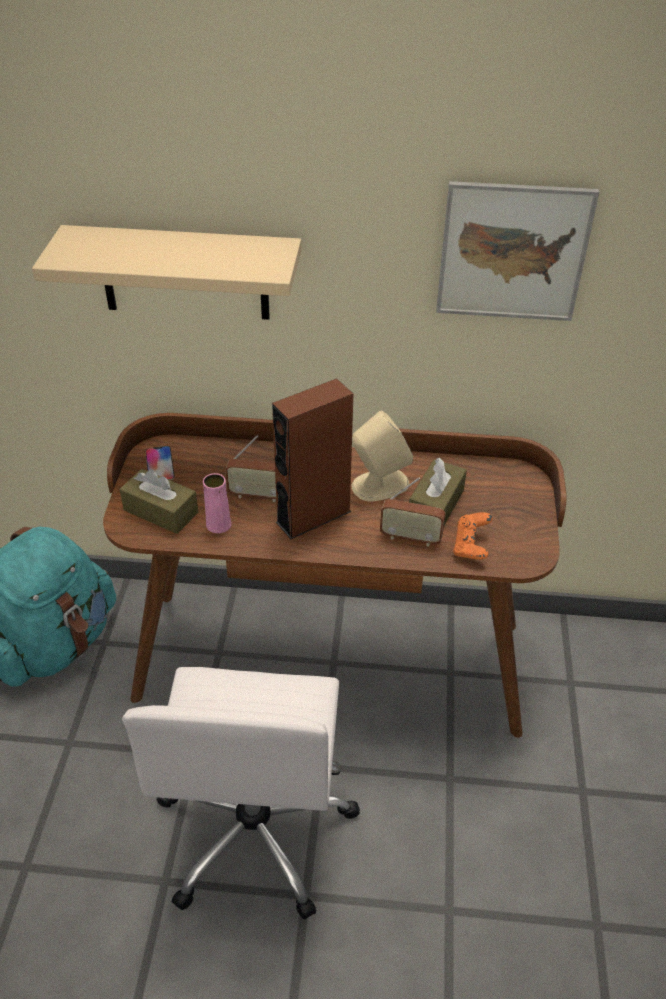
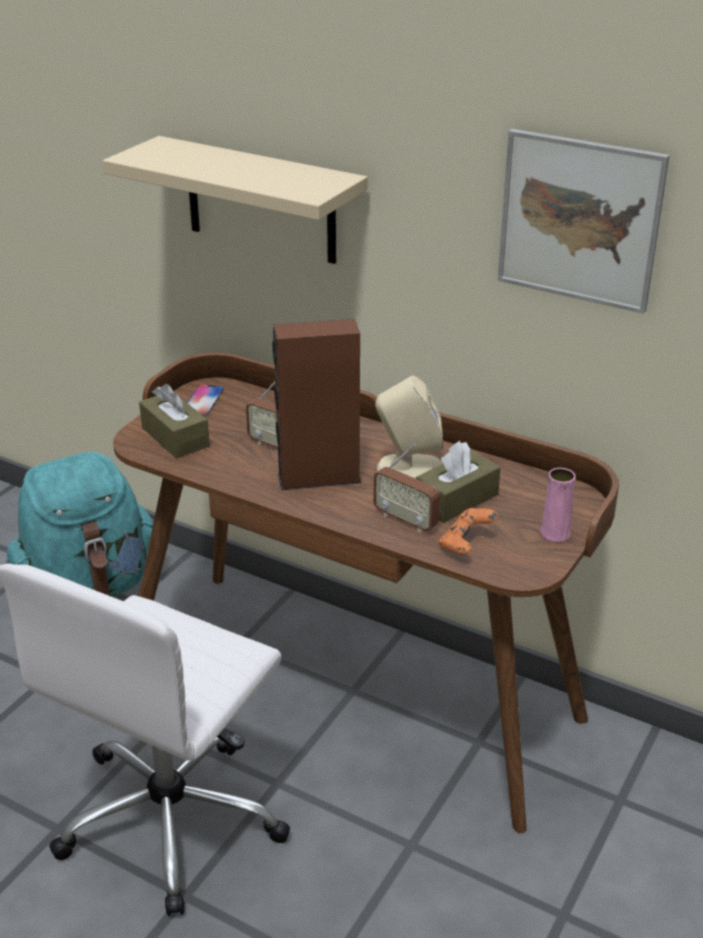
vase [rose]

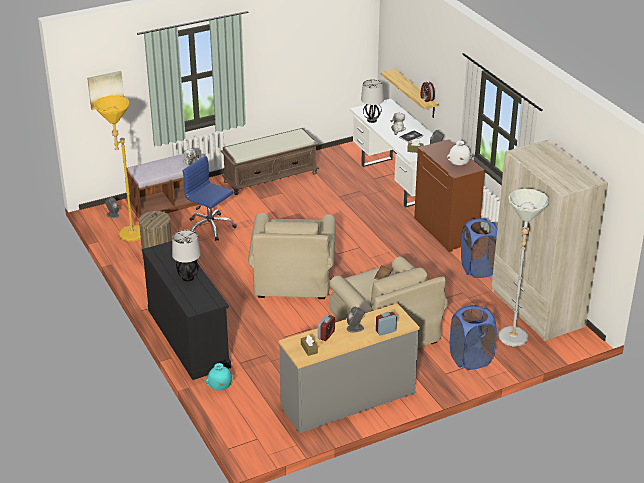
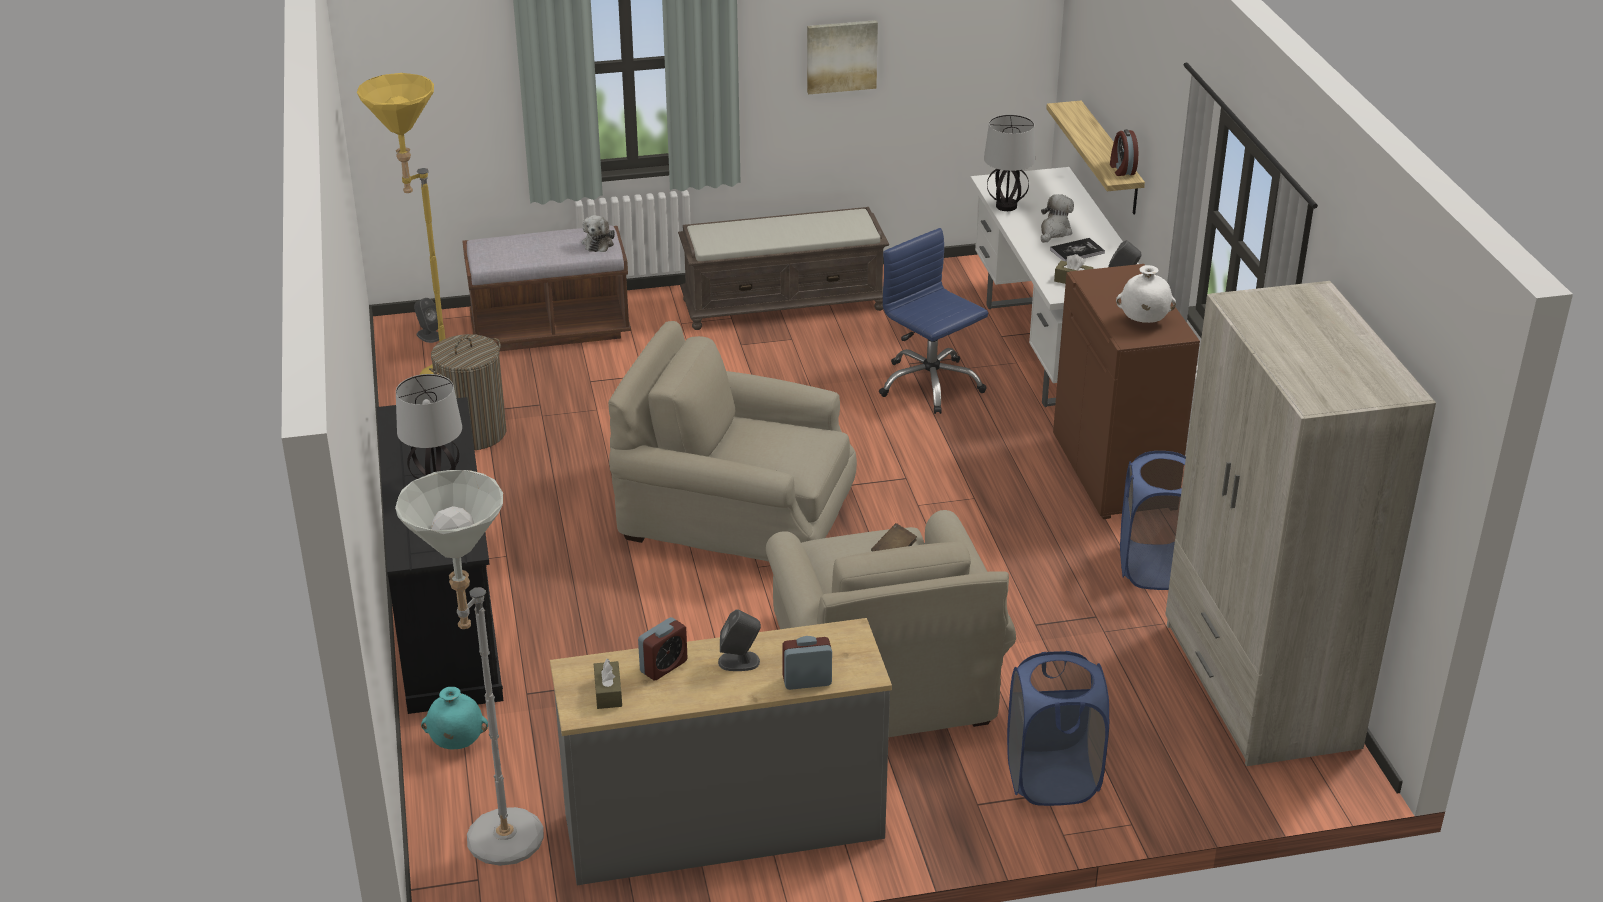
tableau; chaise de bureau [bleu]; lampadaire [gris]; fauteuil [beige] (no. 1 from left)

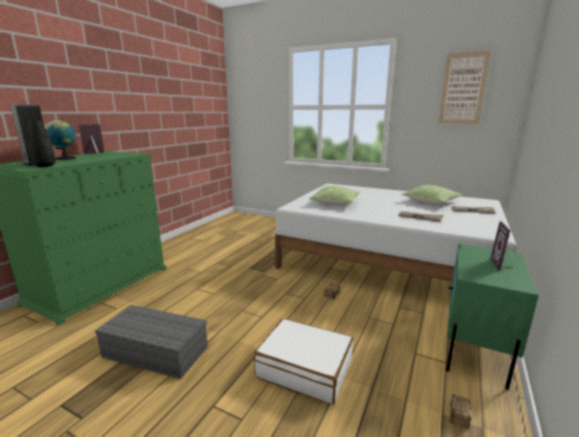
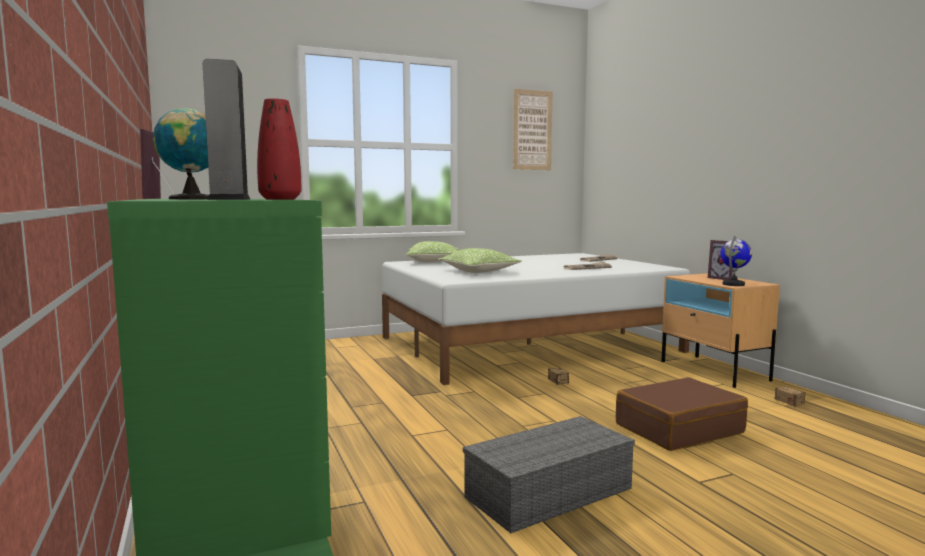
vase [rouge]; coussin (no. 1 from left); table de chevet [beige]; valise [marron]; globe (no. 2 from left)

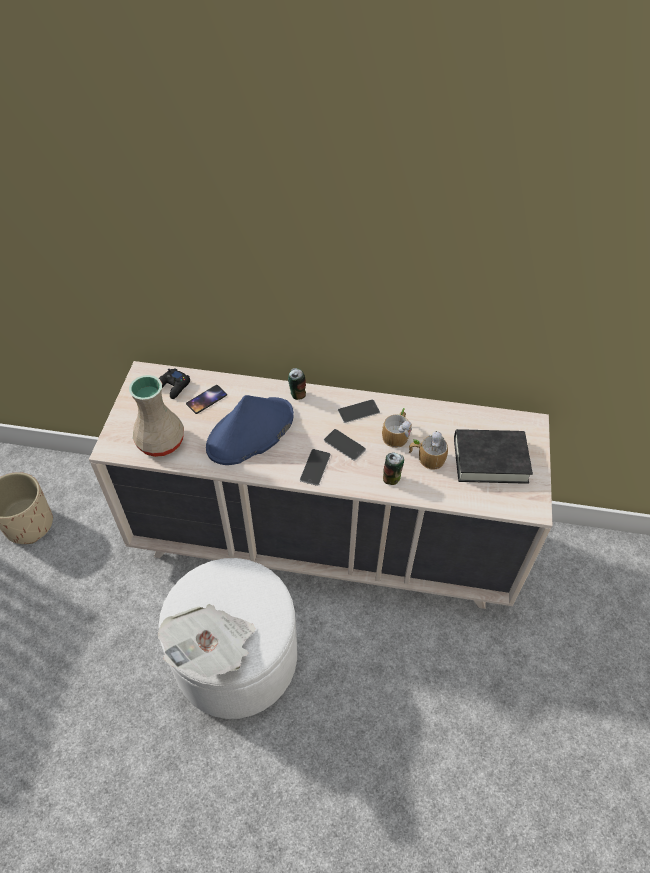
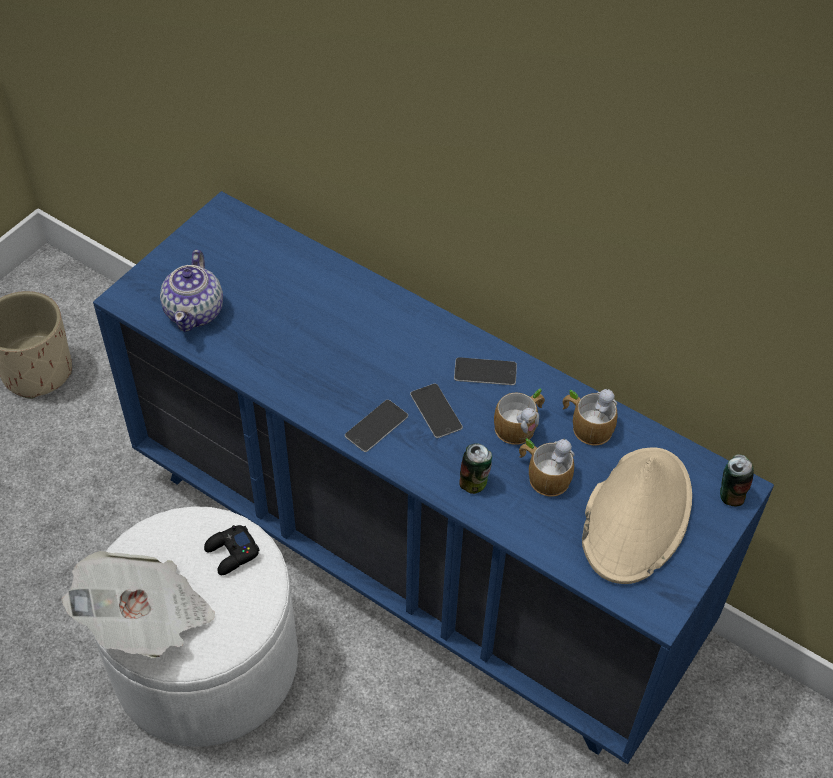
commode [bleu]; manette [noir]; boîte métallique (no. 2 from left); théière; téléphone (no. 1 from left in the first image); chapeau [bleu]; chapeau [beige]; mug (no. 3 from left)

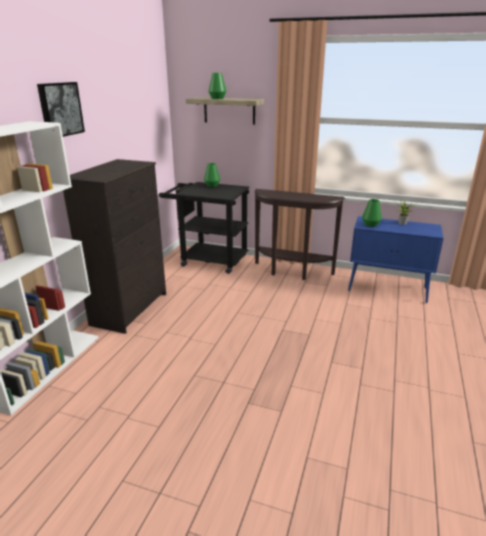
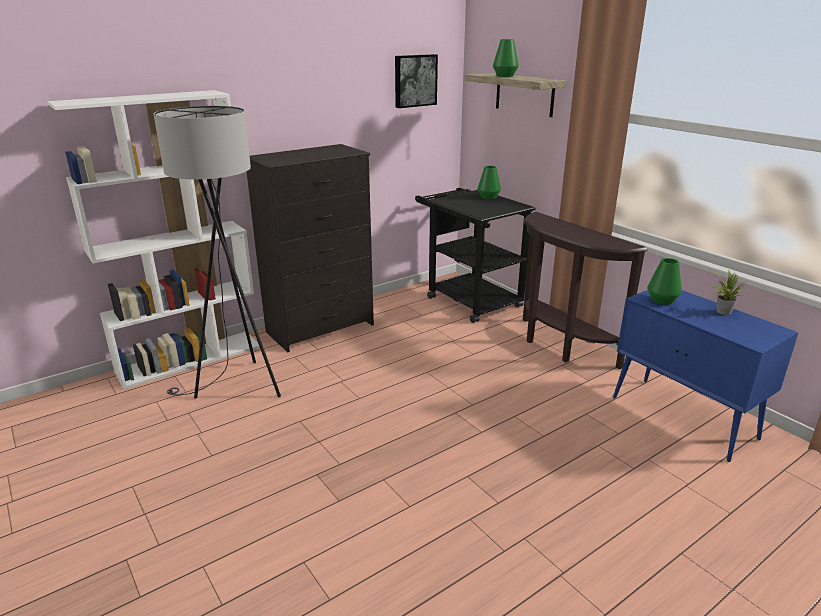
tableau; lampadaire [gris]

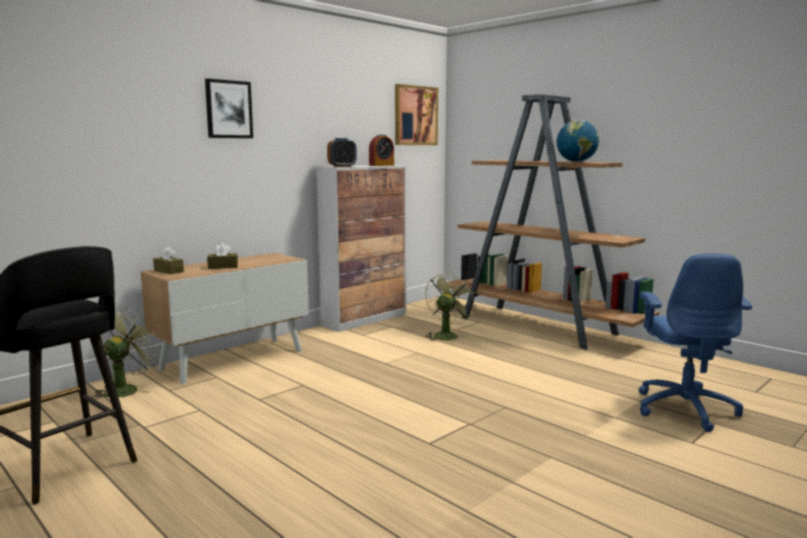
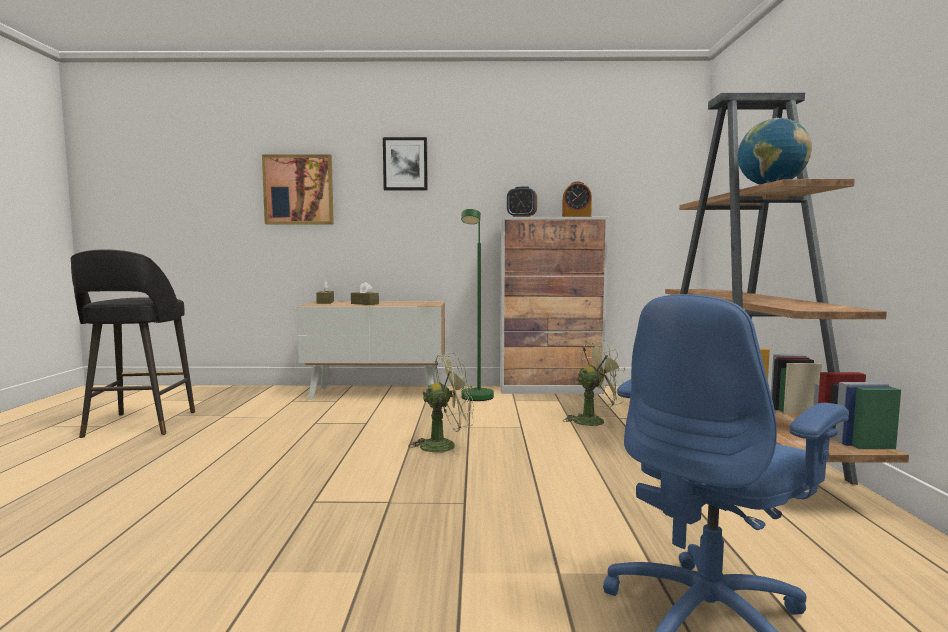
tableau (no. 1 from left); ventilateur [vert] (no. 1 from left); lampadaire [vert]

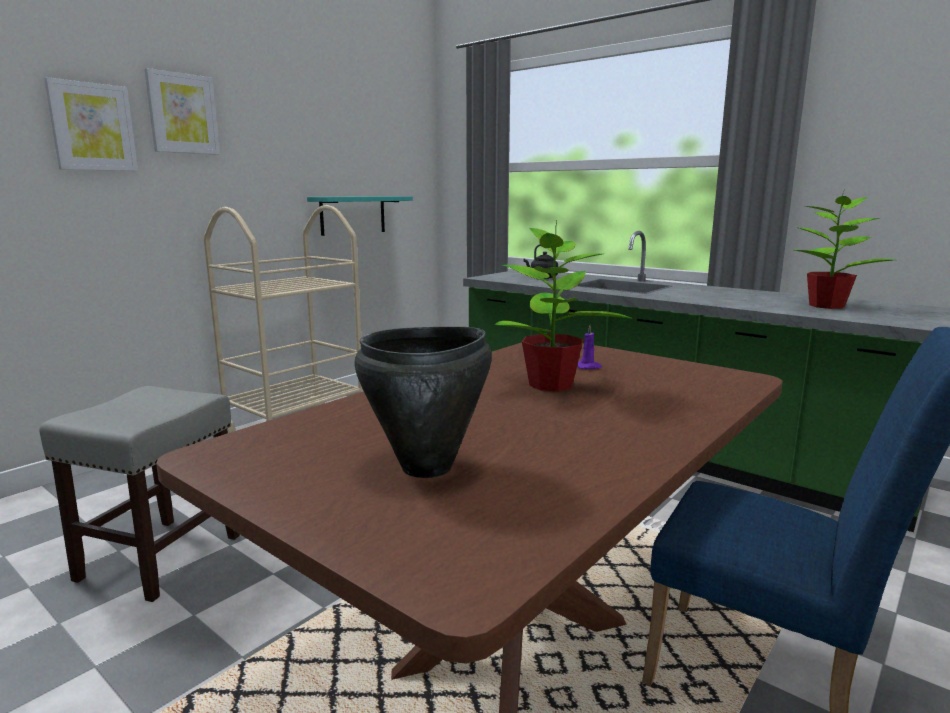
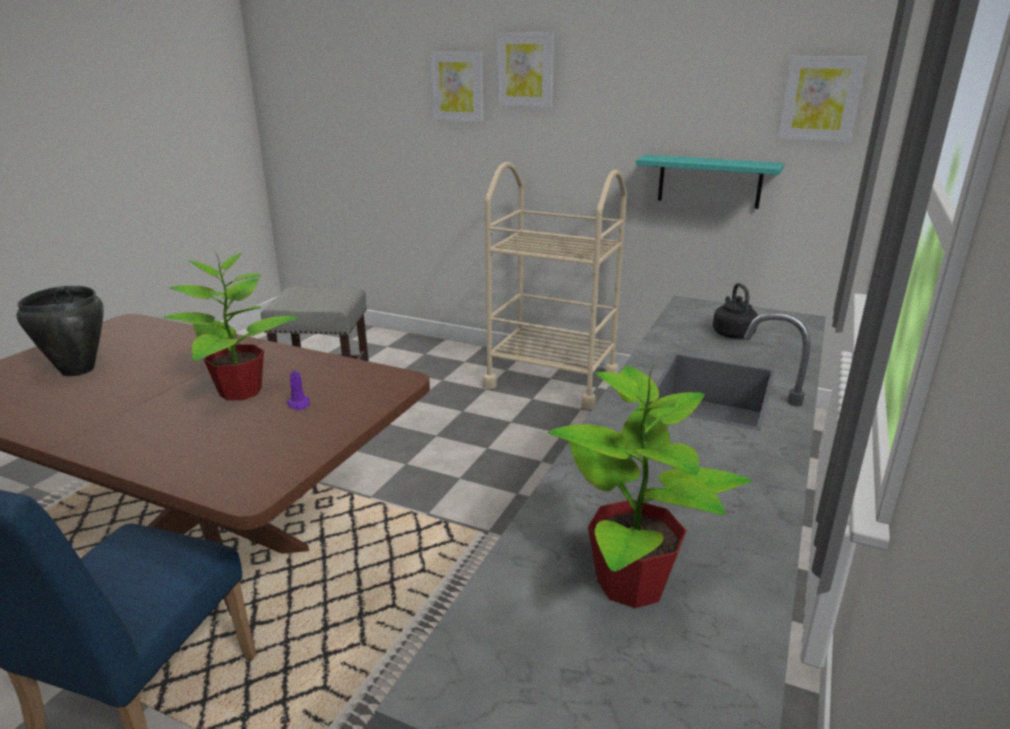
tableau (no. 3 from left)

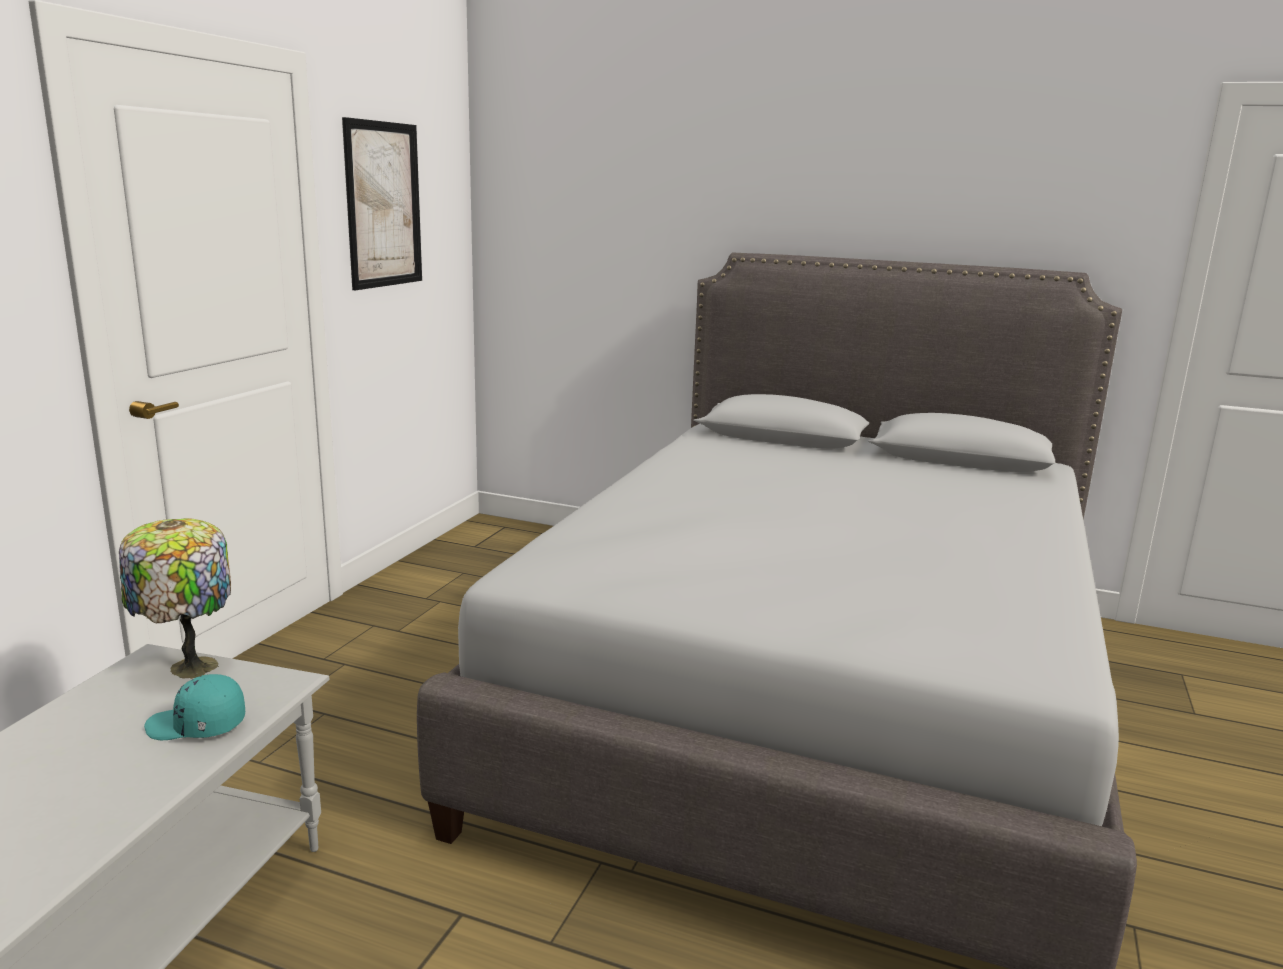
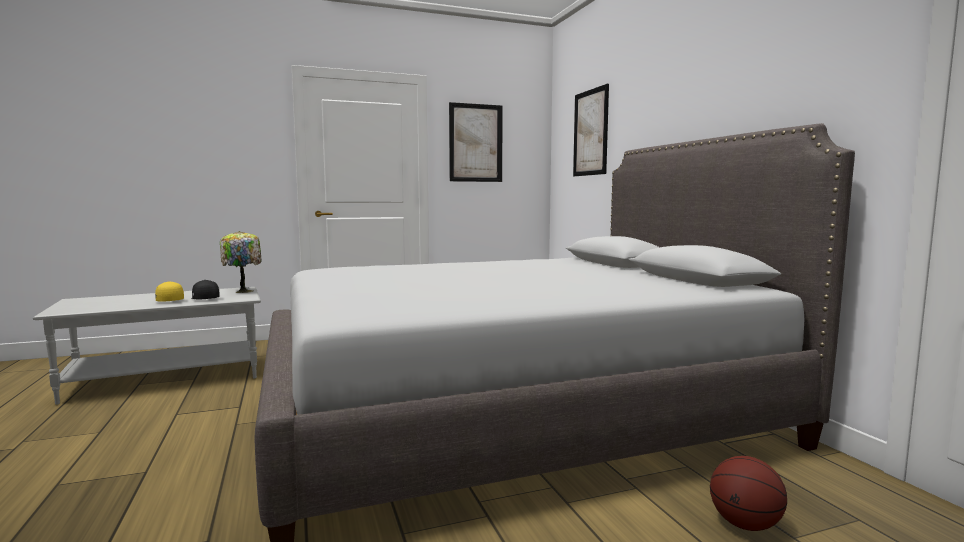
casquette [noir]; tableau (no. 2 from left); casquette [jaune]; ballon de basket

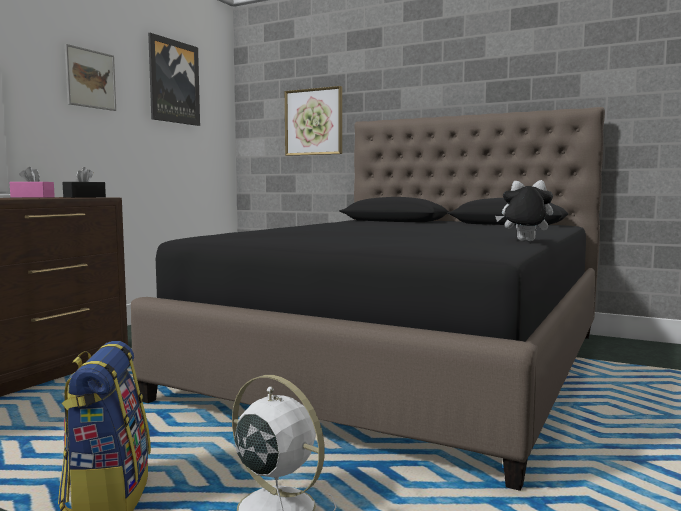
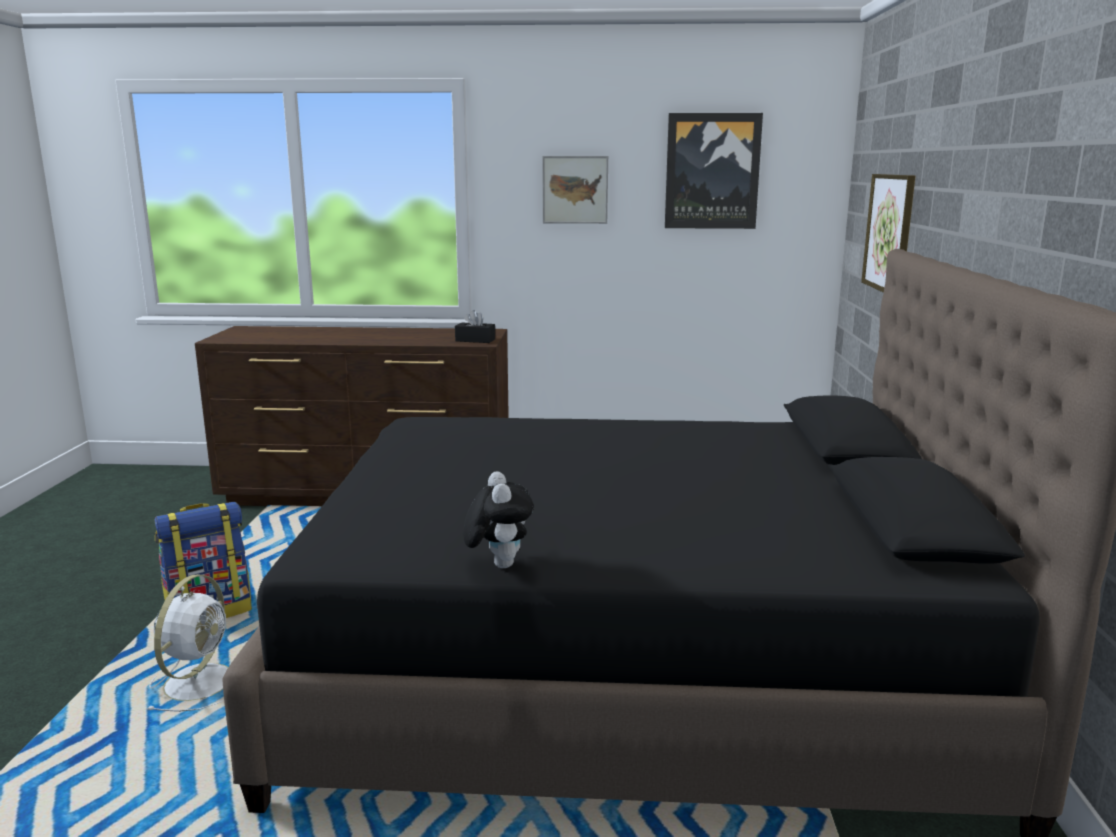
boîte à mouchoirs [rose]

